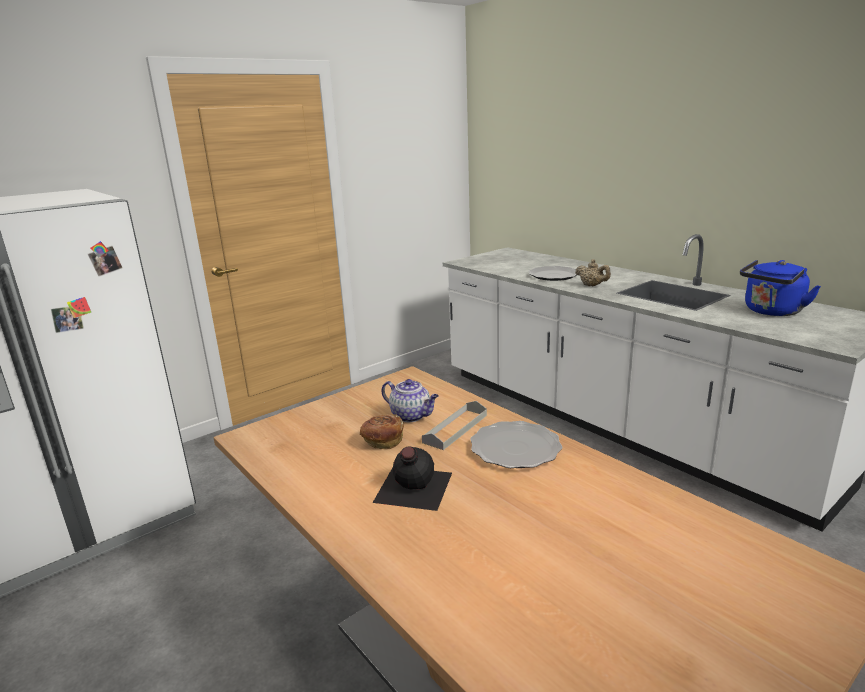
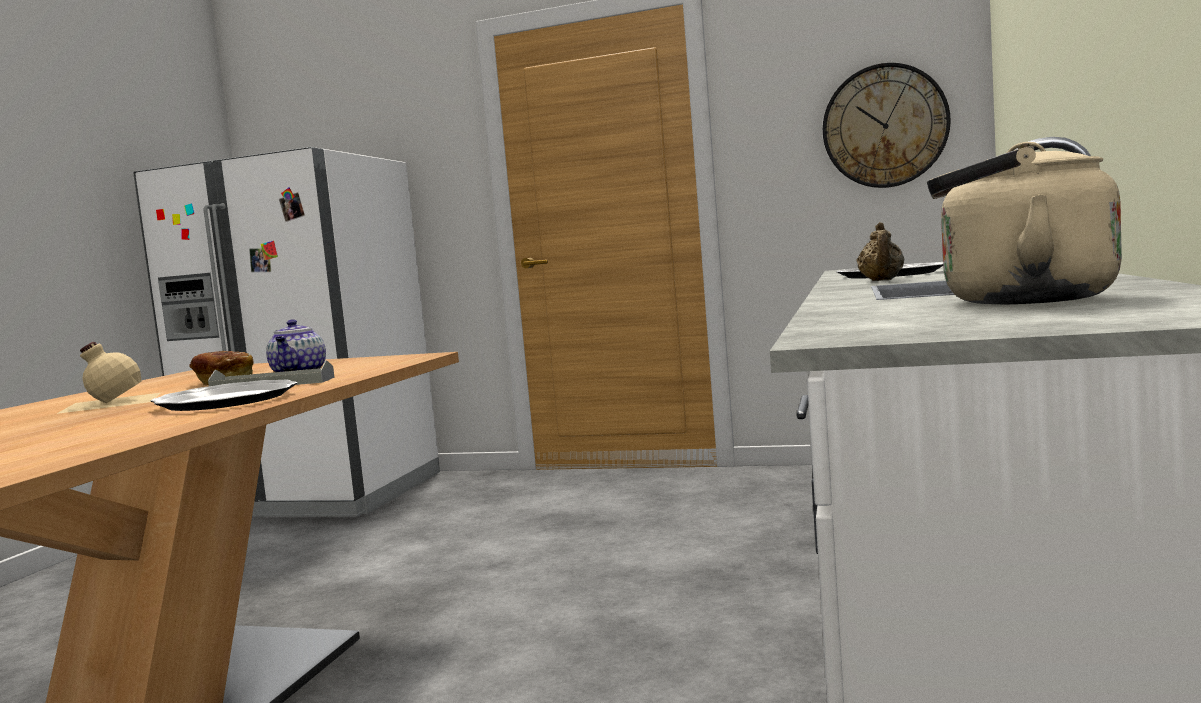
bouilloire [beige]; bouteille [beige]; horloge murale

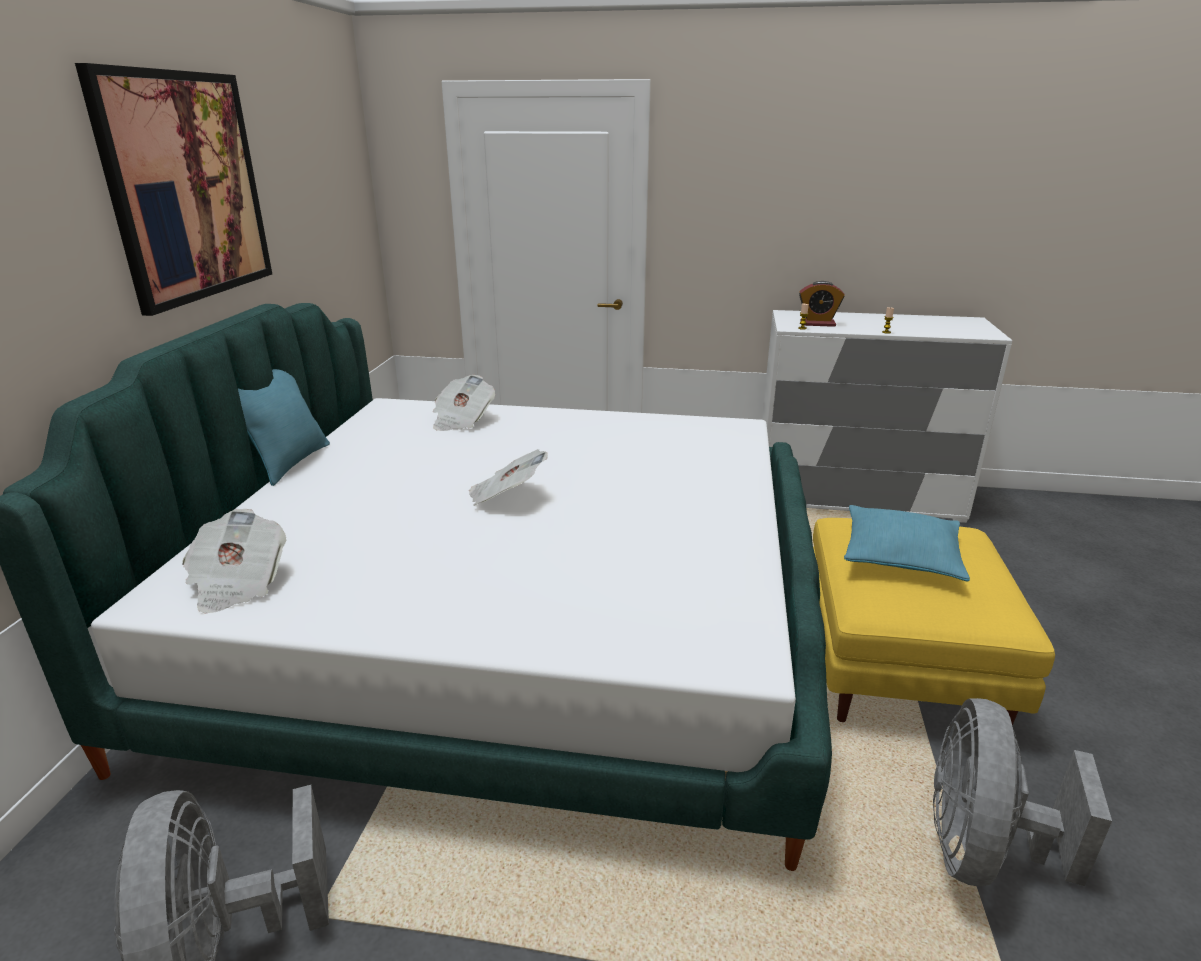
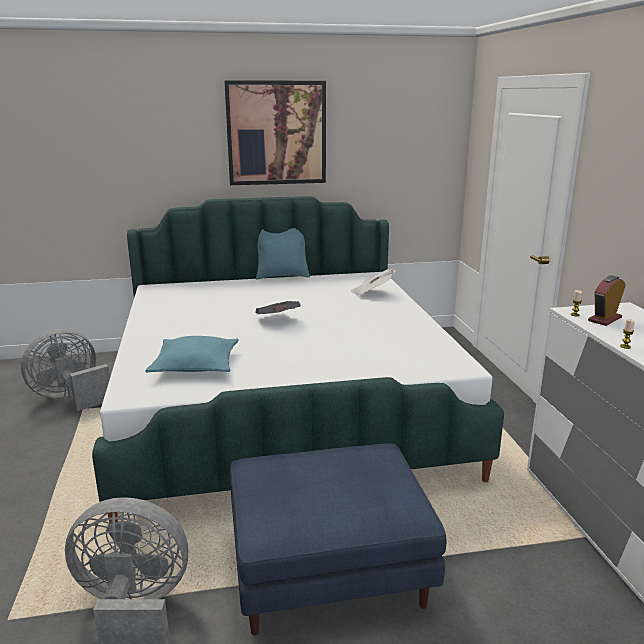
réveil; coussin [turquoise] (no. 1 from left); journal (no. 1 from left in the first image); pouf [bleu]

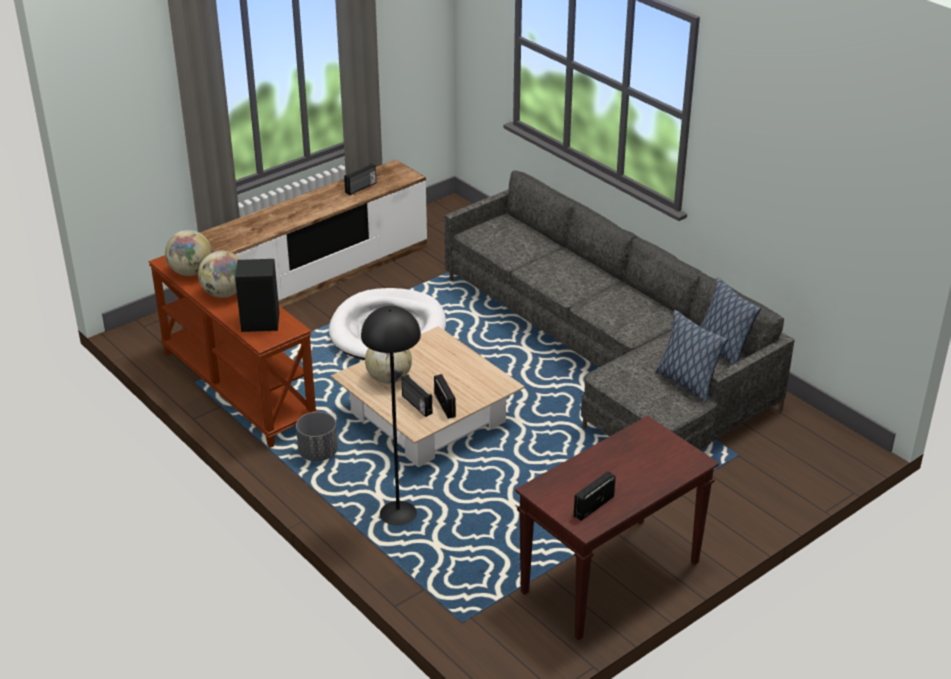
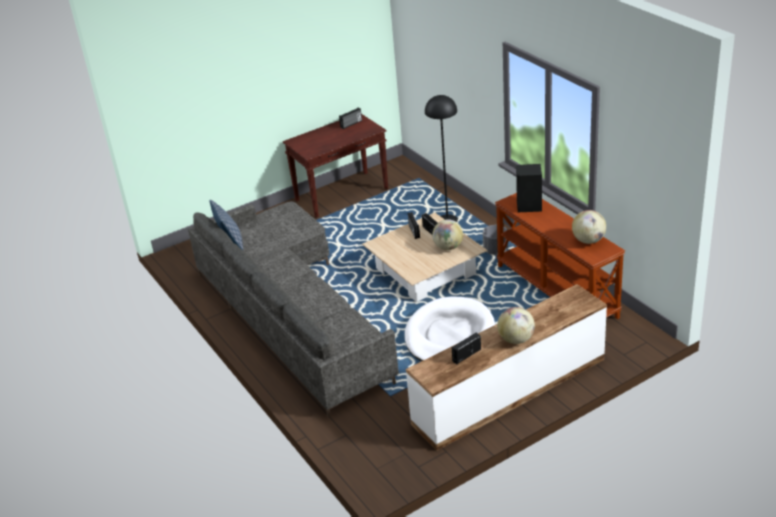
globe (no. 2 from left); coussin (no. 1 from left in the first image)

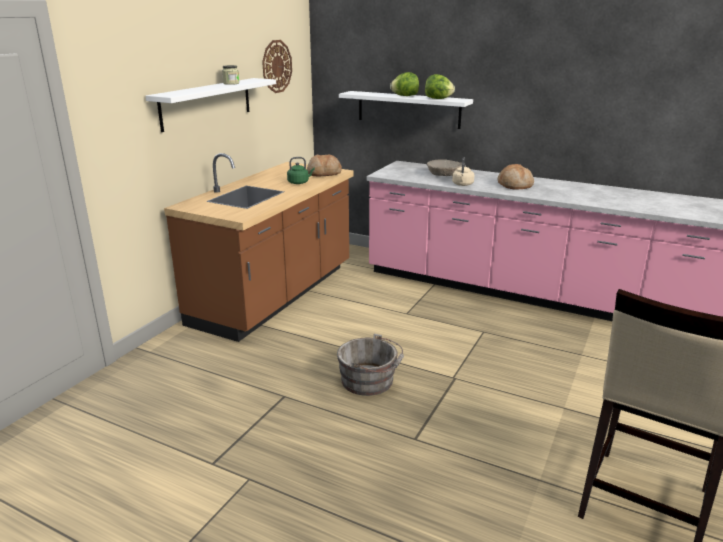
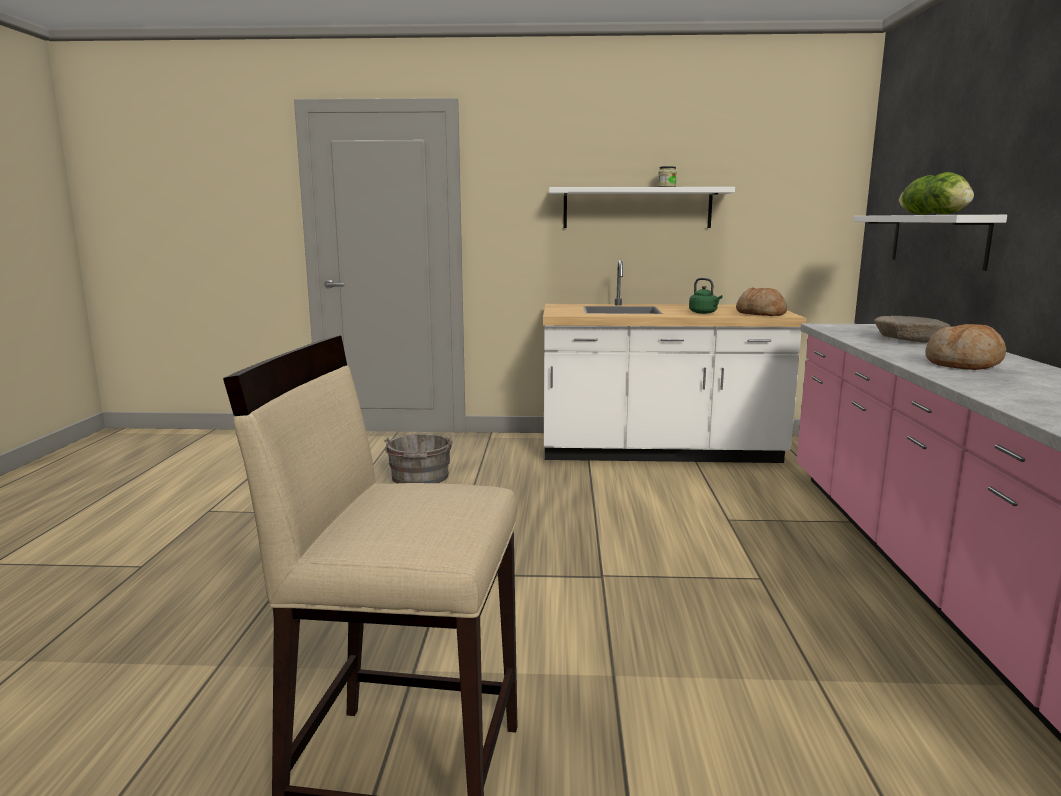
horloge murale; comptoir de cuisine [blanc]; bouilloire [beige]; seau [gris]

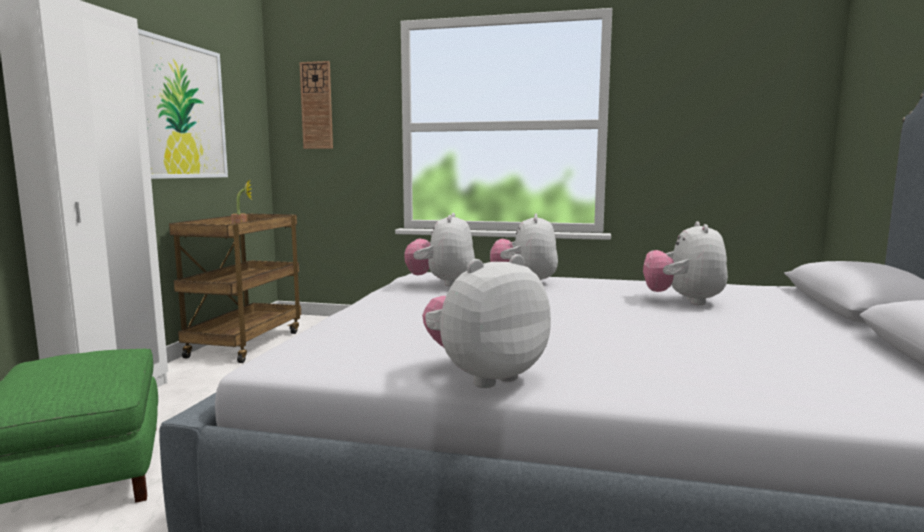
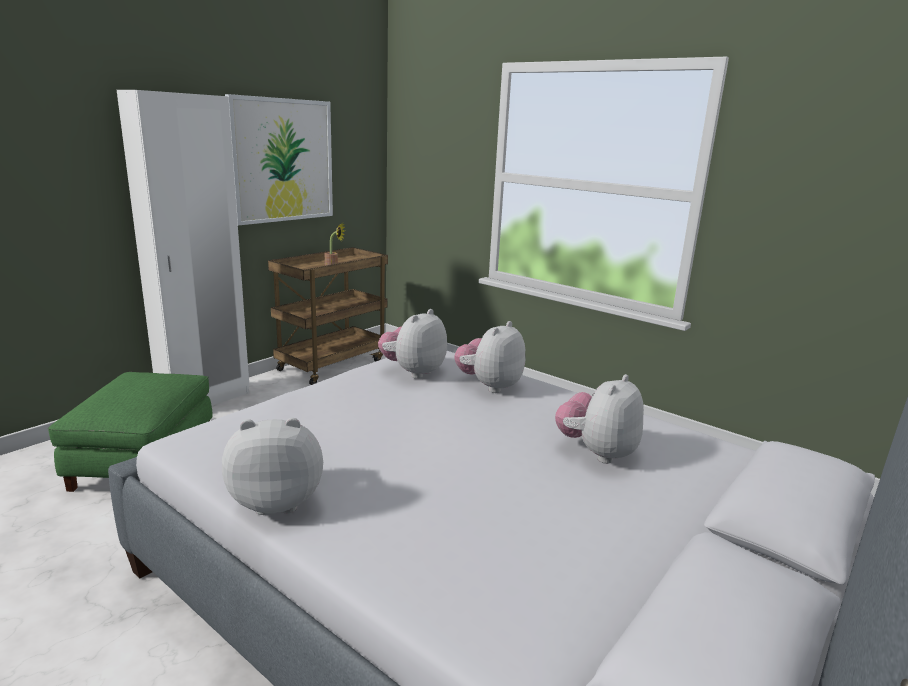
horloge murale

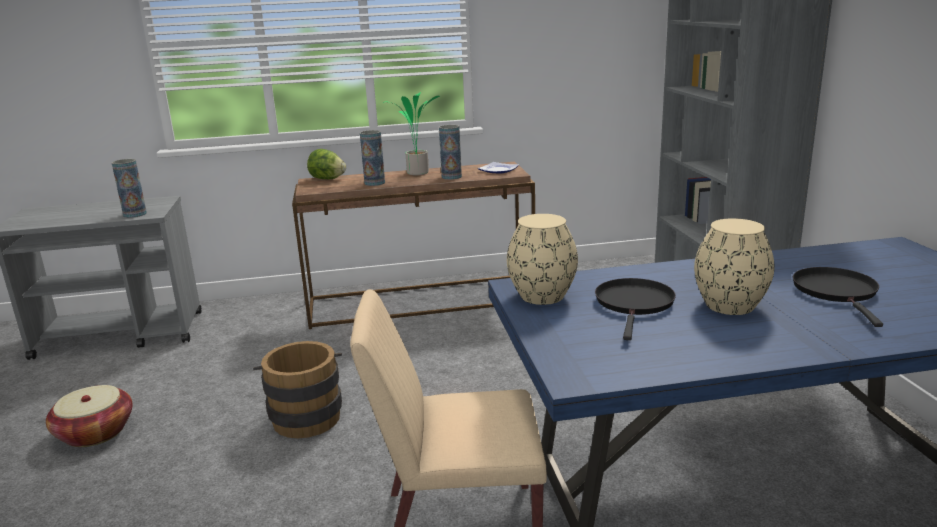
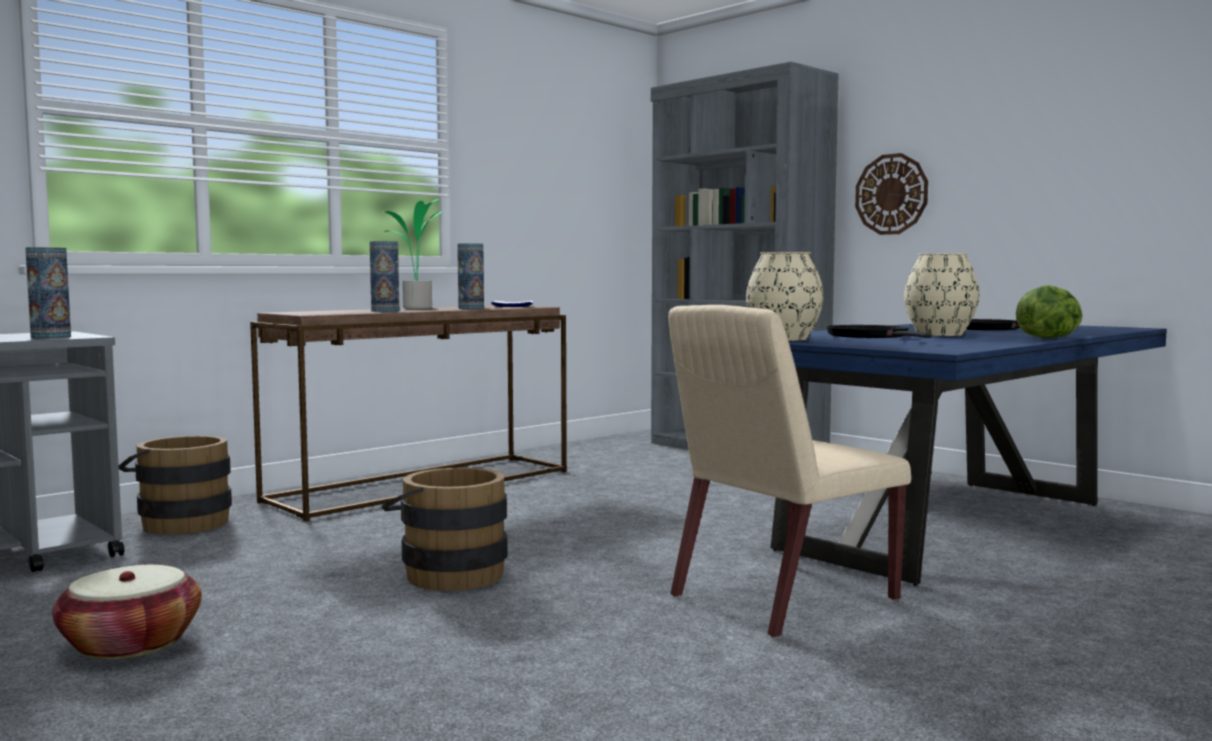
laitue; horloge murale; seau [marron] (no. 1 from left)

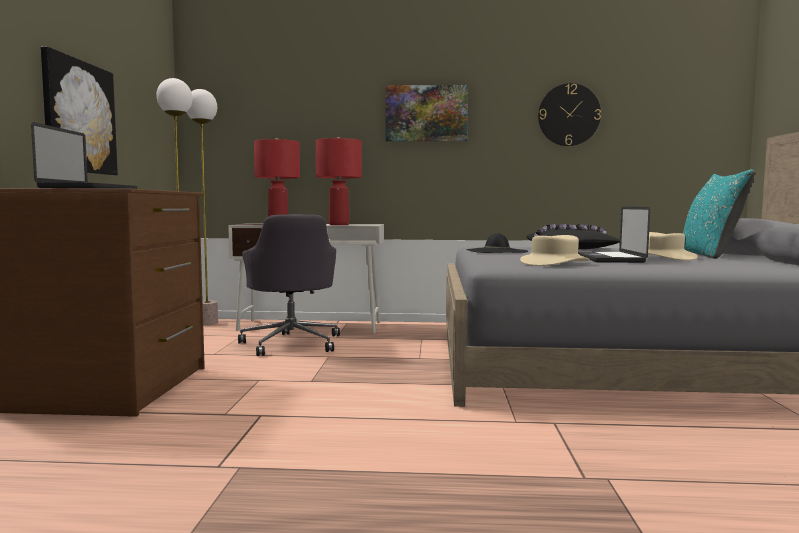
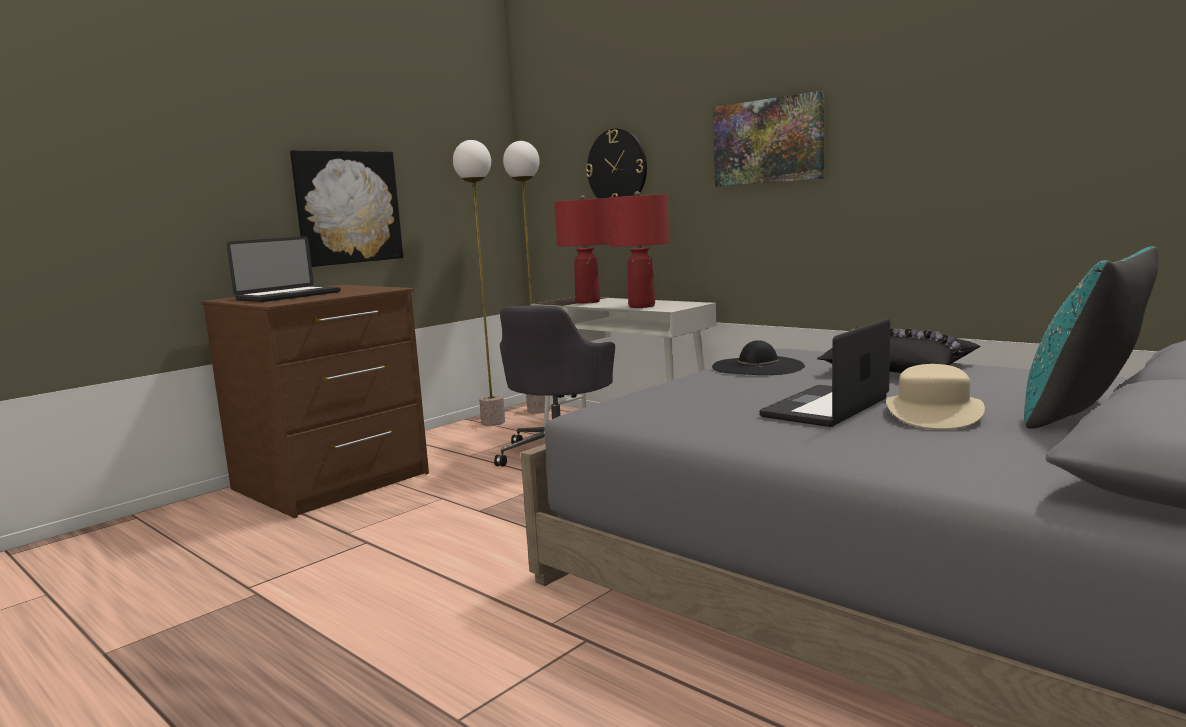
horloge murale; chapeau [beige] (no. 1 from left in the first image)

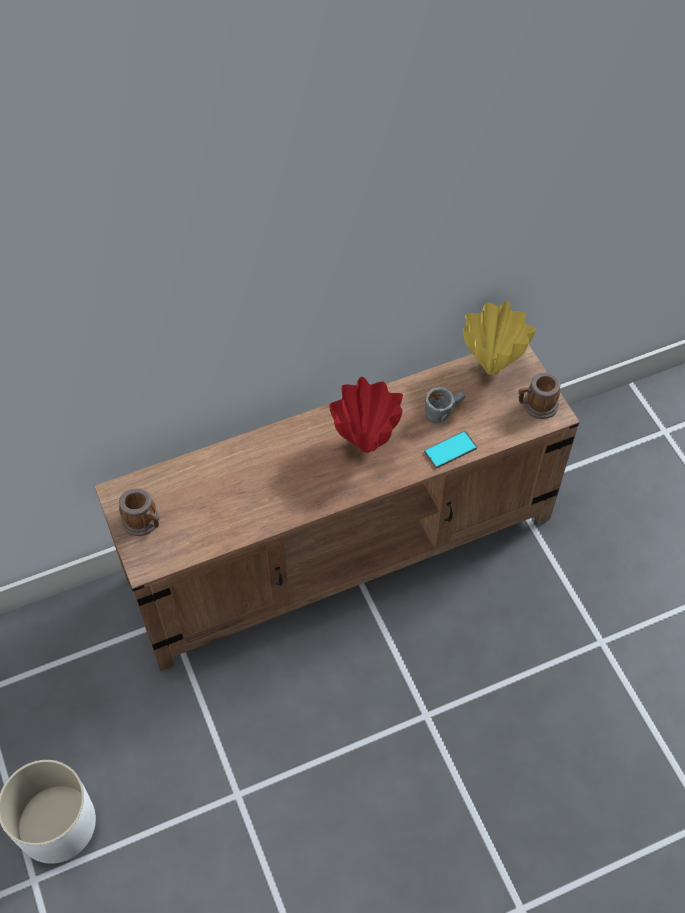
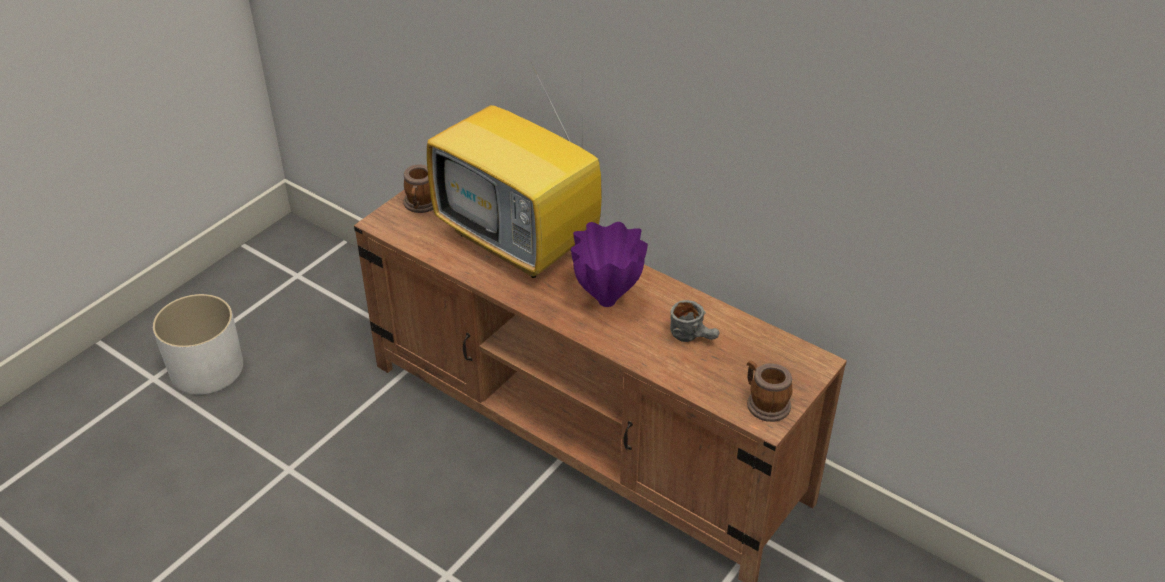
vase [jaune]; vase [violet]; téléphone; téléviseur

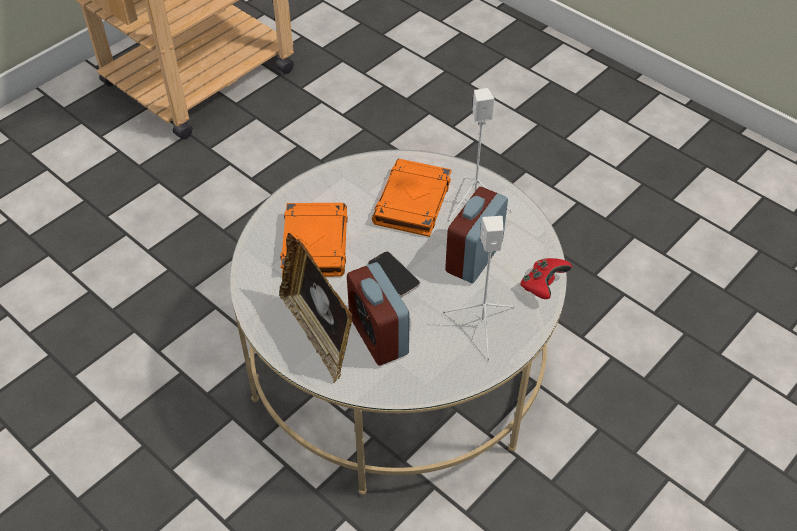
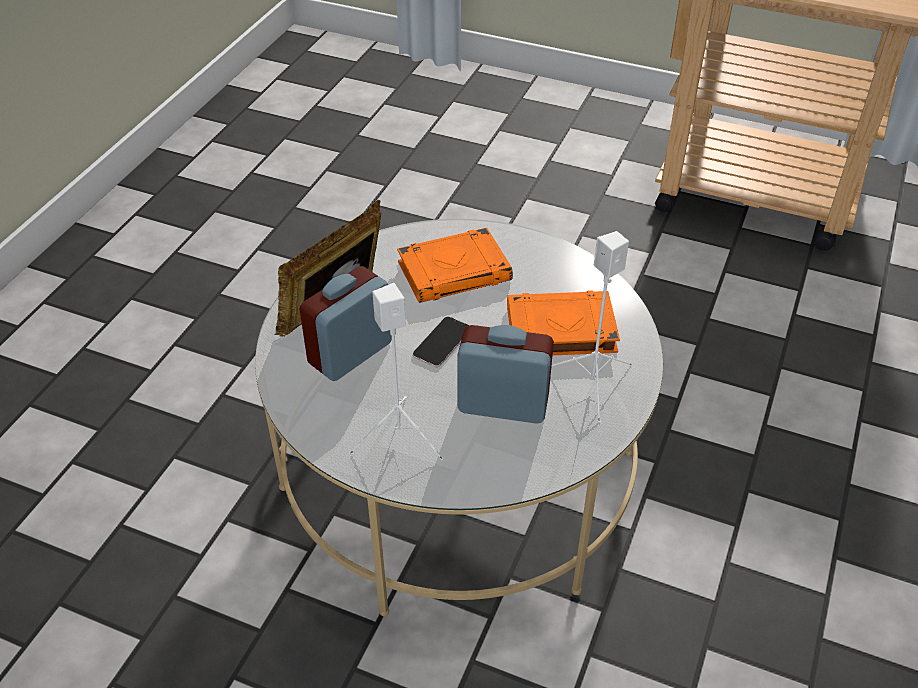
manette [rouge]

